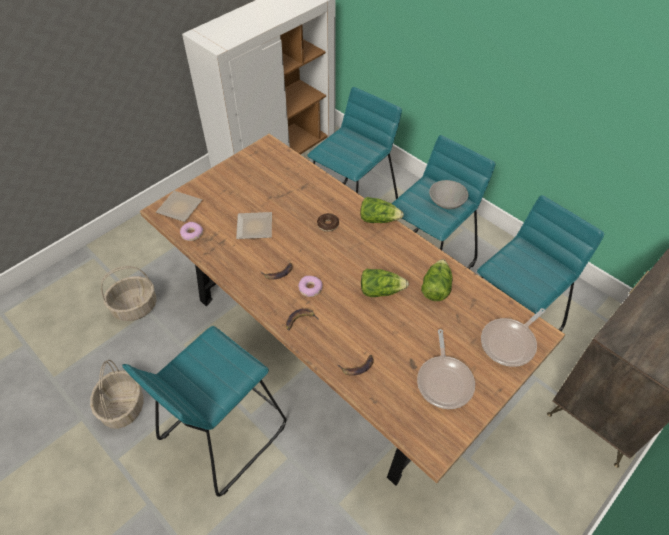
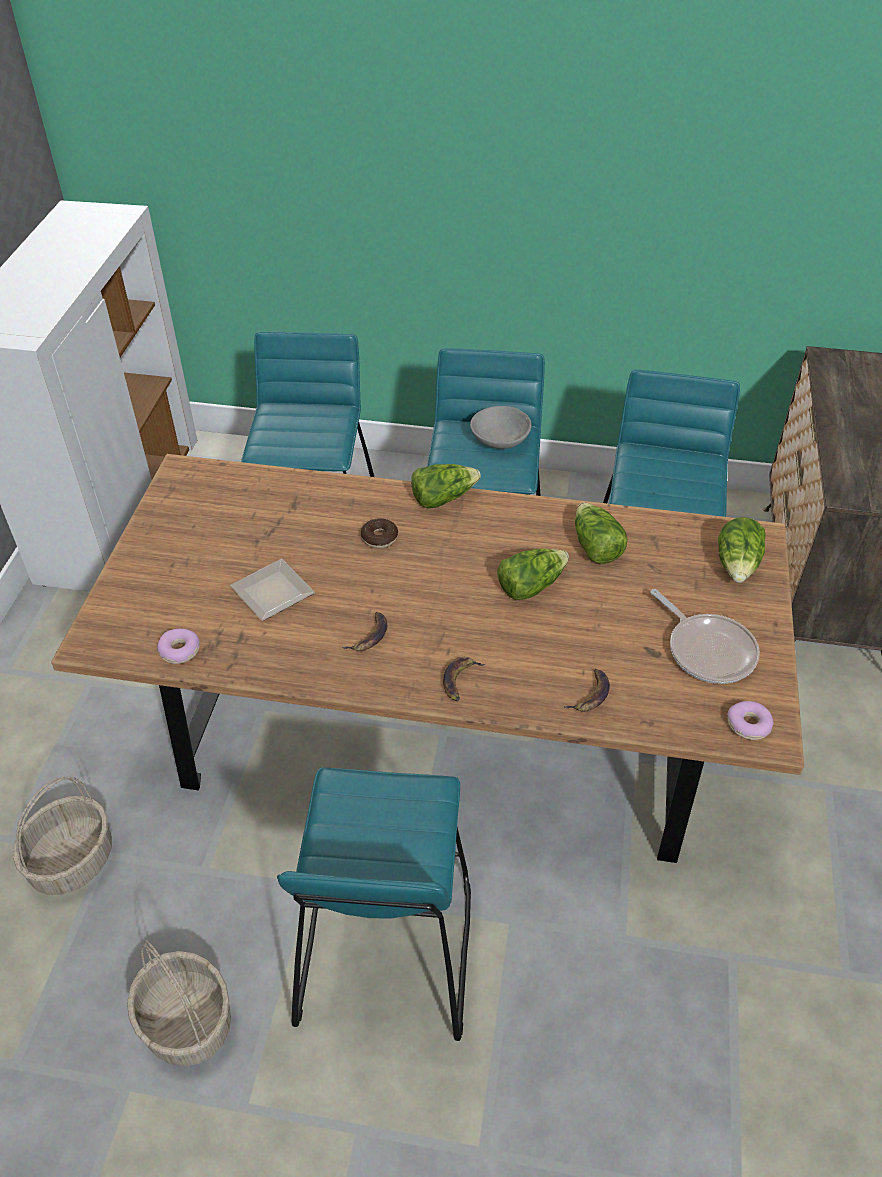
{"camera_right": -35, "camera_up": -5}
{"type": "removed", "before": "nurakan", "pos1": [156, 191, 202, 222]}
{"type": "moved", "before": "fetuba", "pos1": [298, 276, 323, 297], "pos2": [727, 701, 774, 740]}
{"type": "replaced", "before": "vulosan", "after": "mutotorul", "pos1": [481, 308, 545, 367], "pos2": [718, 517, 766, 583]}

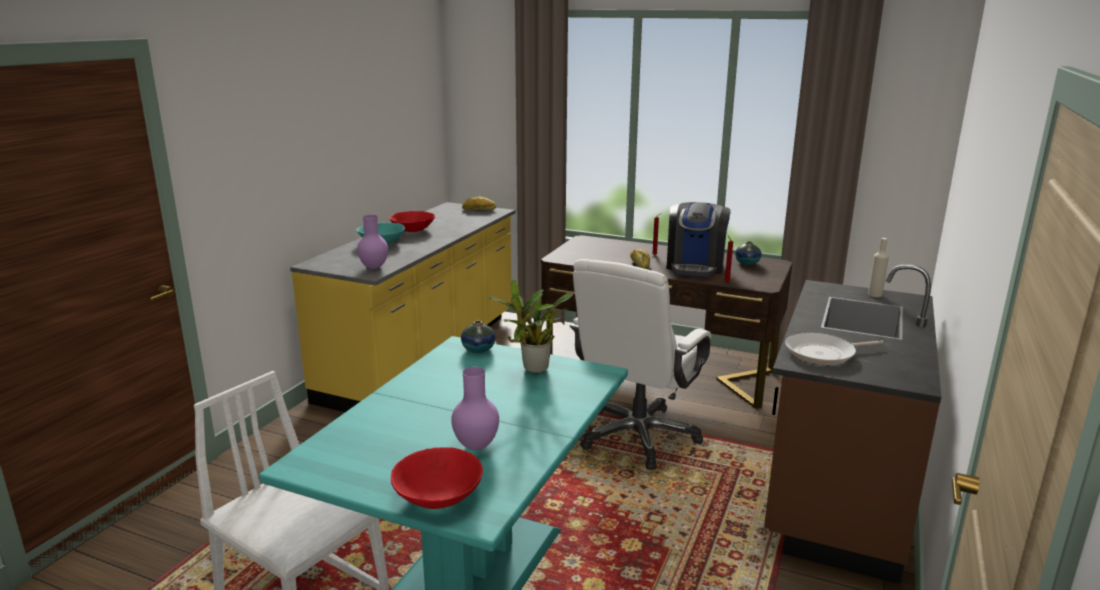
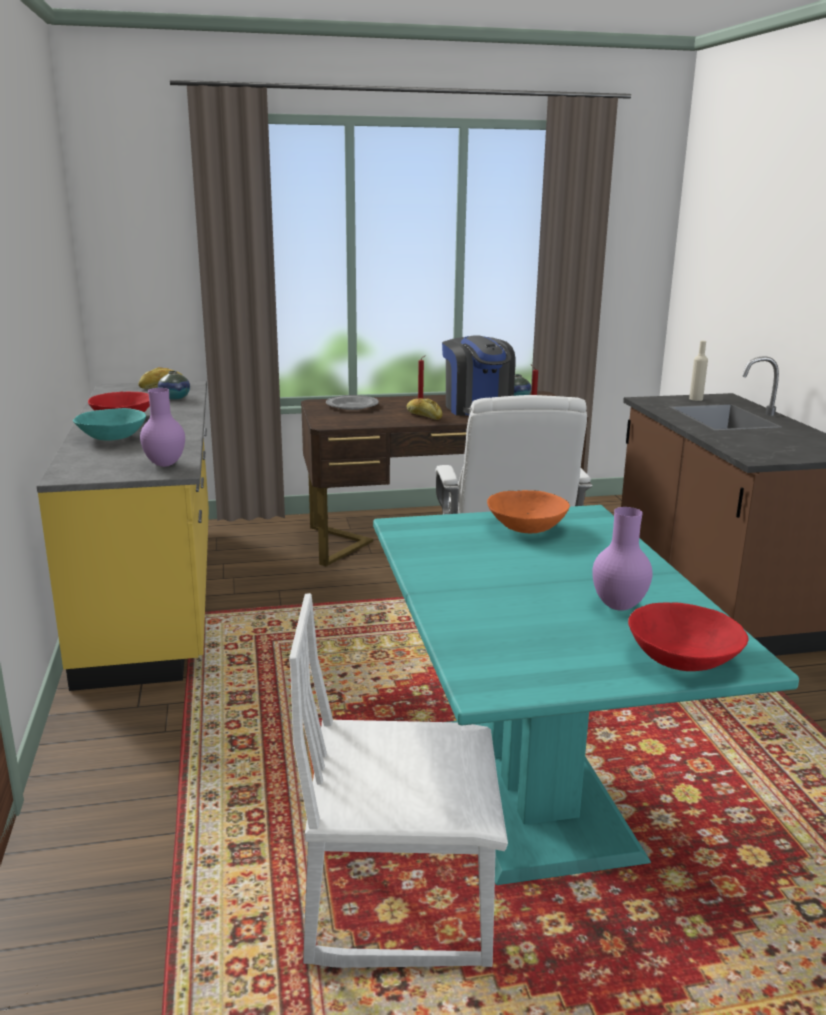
{"camera_right": -35, "camera_up": 0}
{"type": "replaced", "before": "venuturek", "after": "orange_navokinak", "pos1": [488, 279, 573, 374], "pos2": [487, 490, 570, 533]}
{"type": "moved", "before": "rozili", "pos1": [461, 321, 496, 353], "pos2": [158, 371, 190, 400]}
{"type": "removed", "before": "vulosan", "pos1": [785, 333, 884, 365]}
{"type": "added", "after": "grey_nurakan", "pos2": [326, 395, 379, 410]}

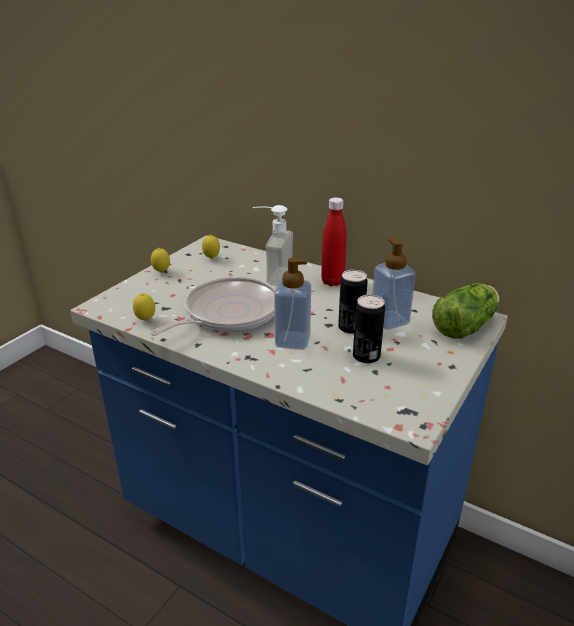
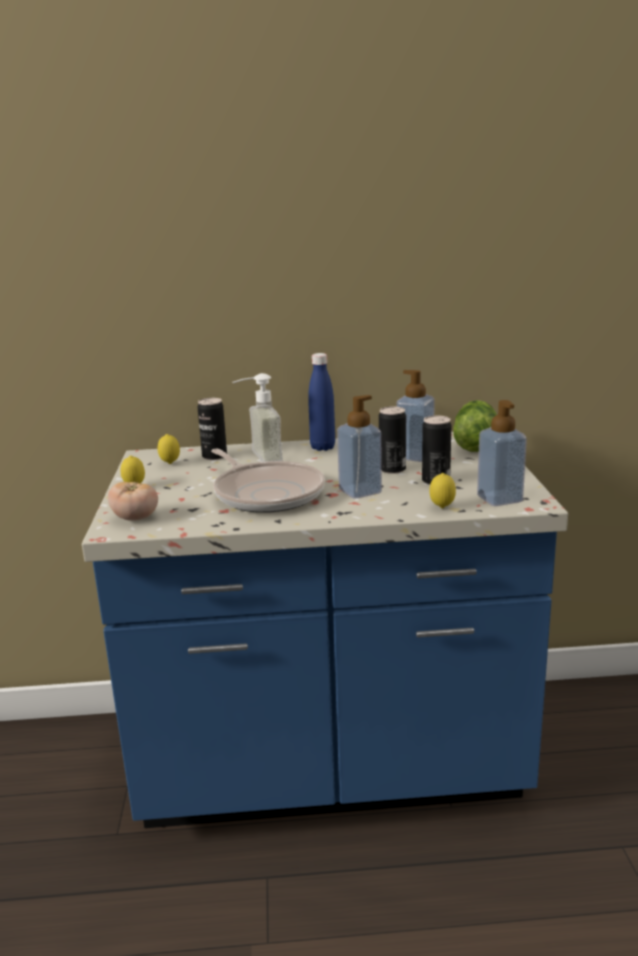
{"camera_right": -35, "camera_up": -10}
{"type": "recoloured", "before": "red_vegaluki", "after": "blue_vegaluki", "pos1": [321, 197, 347, 286], "pos2": [308, 353, 335, 451]}
{"type": "turned", "before": "vulosan", "pos1": [150, 277, 276, 336], "pos2": [211, 449, 325, 513], "turn": 135}
{"type": "moved", "before": "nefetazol", "pos1": [133, 293, 155, 321], "pos2": [429, 473, 456, 508]}
{"type": "added", "after": "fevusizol", "pos2": [197, 398, 227, 460]}
{"type": "added", "after": "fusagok", "pos2": [477, 400, 527, 506]}
{"type": "added", "after": "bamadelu", "pos2": [108, 482, 158, 521]}

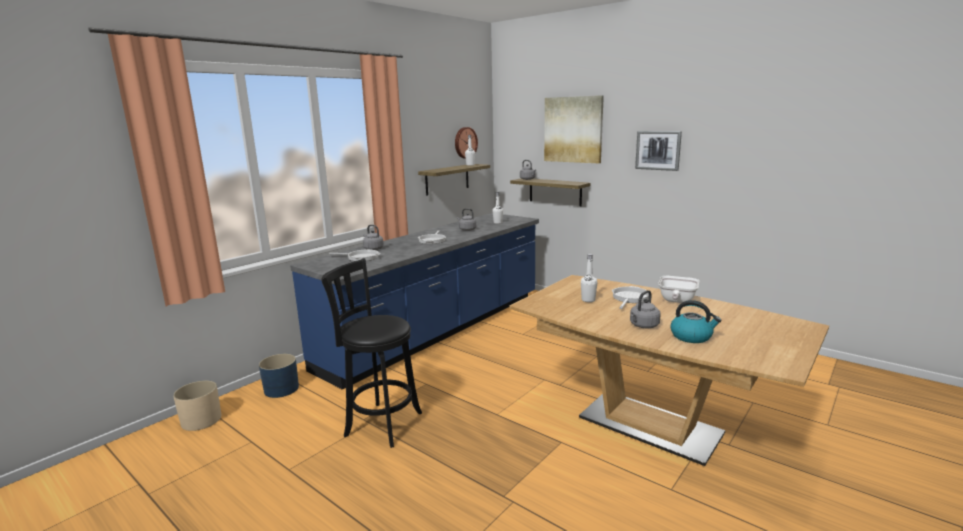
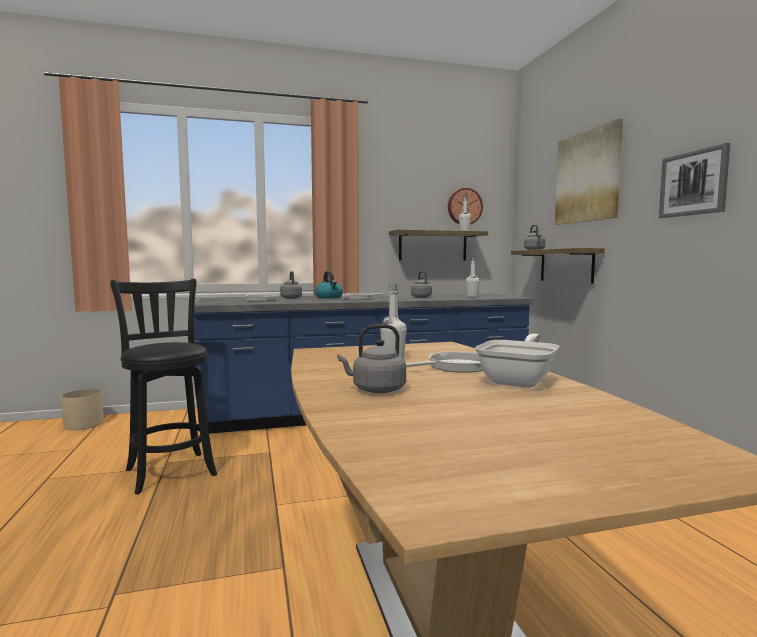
{"camera_right": 35, "camera_up": -10}
{"type": "turned", "before": "vulosan", "pos1": [658, 276, 699, 303], "pos2": [475, 334, 559, 388], "turn": 150}
{"type": "moved", "before": "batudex", "pos1": [671, 300, 721, 343], "pos2": [315, 271, 343, 299]}
{"type": "removed", "before": "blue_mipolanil", "pos1": [259, 354, 299, 398]}

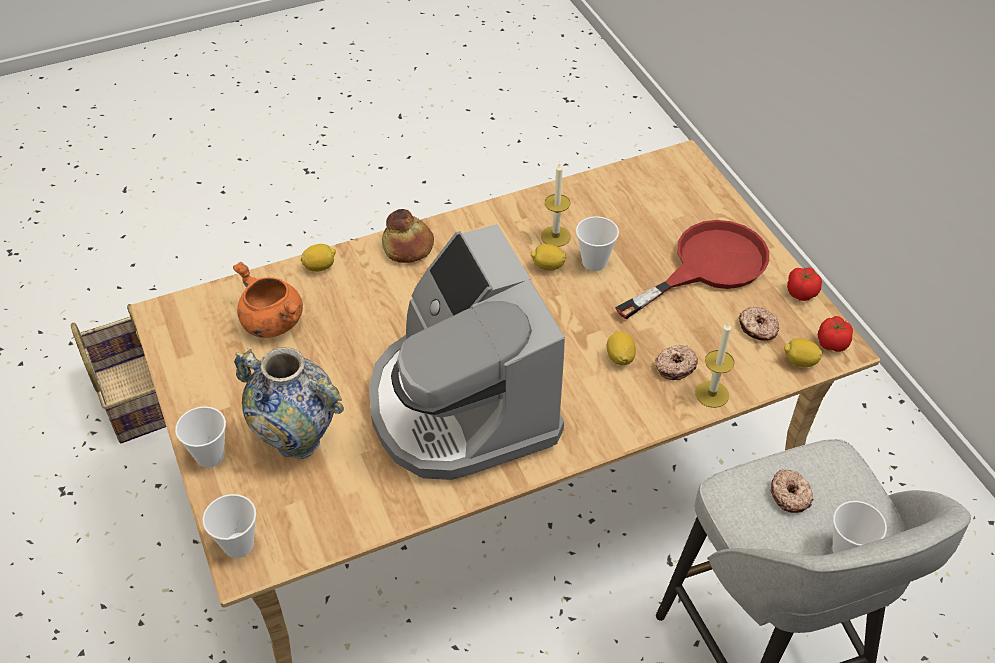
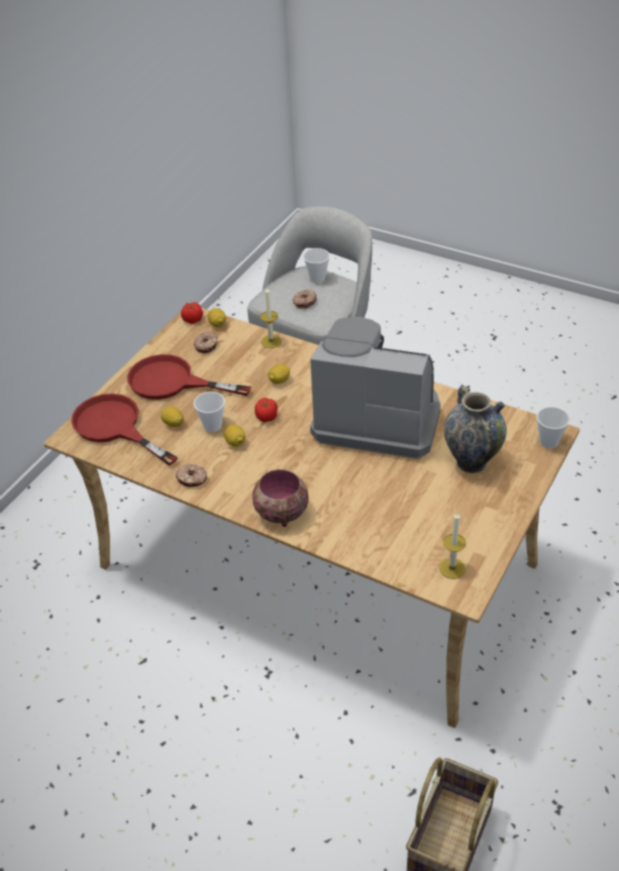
{"camera_right": -125, "camera_up": -5}
{"type": "moved", "before": "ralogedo", "pos1": [541, 162, 570, 247], "pos2": [439, 512, 466, 579]}
{"type": "replaced", "before": "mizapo", "after": "navokinak", "pos1": [382, 209, 434, 263], "pos2": [253, 469, 308, 527]}
{"type": "turned", "before": "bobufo", "pos1": [369, 224, 565, 480], "pos2": [310, 317, 441, 459], "turn": -105}
{"type": "moved", "before": "nefetazol", "pos1": [301, 244, 336, 272], "pos2": [161, 406, 184, 427]}
{"type": "removed", "before": "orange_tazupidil", "pos1": [233, 262, 303, 338]}
{"type": "moved", "before": "bamadelu", "pos1": [787, 268, 822, 301], "pos2": [255, 398, 278, 422]}
{"type": "moved", "before": "fetuba", "pos1": [655, 345, 698, 380], "pos2": [175, 464, 207, 487]}
{"type": "removed", "before": "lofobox", "pos1": [175, 406, 226, 468]}
{"type": "added", "after": "red_vulosan", "pos2": [71, 393, 178, 466]}

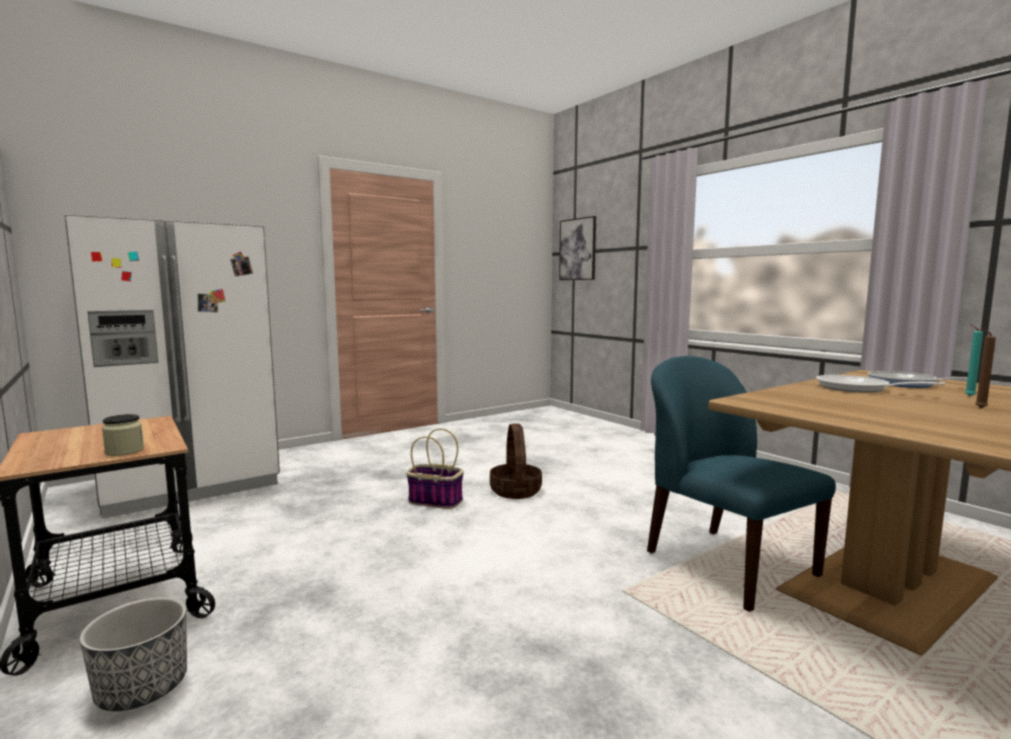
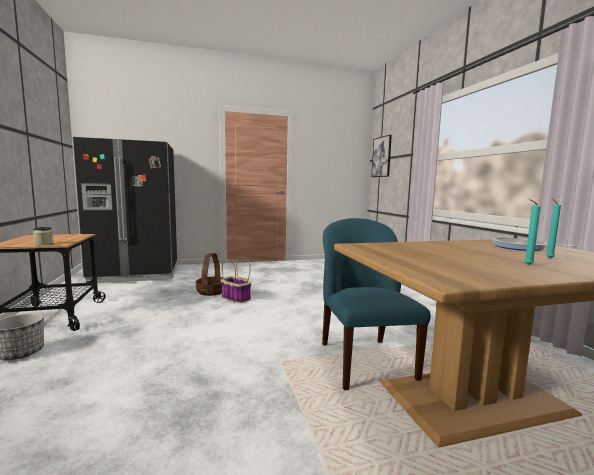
{"camera_right": 20, "camera_up": 0}
{"type": "recoloured", "before": "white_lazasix", "after": "black_lazasix", "pos1": [65, 215, 280, 519], "pos2": [72, 137, 177, 283]}
{"type": "recoloured", "before": "brown_ralogedo", "after": "turquoise_ralogedo", "pos1": [975, 329, 996, 409], "pos2": [524, 199, 541, 265]}
{"type": "removed", "before": "vulosan", "pos1": [816, 375, 946, 393]}
{"type": "moved", "before": "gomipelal", "pos1": [490, 423, 542, 499], "pos2": [196, 253, 223, 296]}

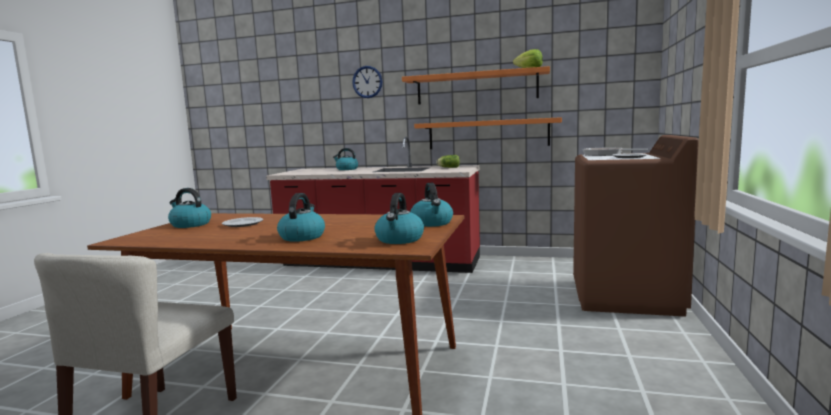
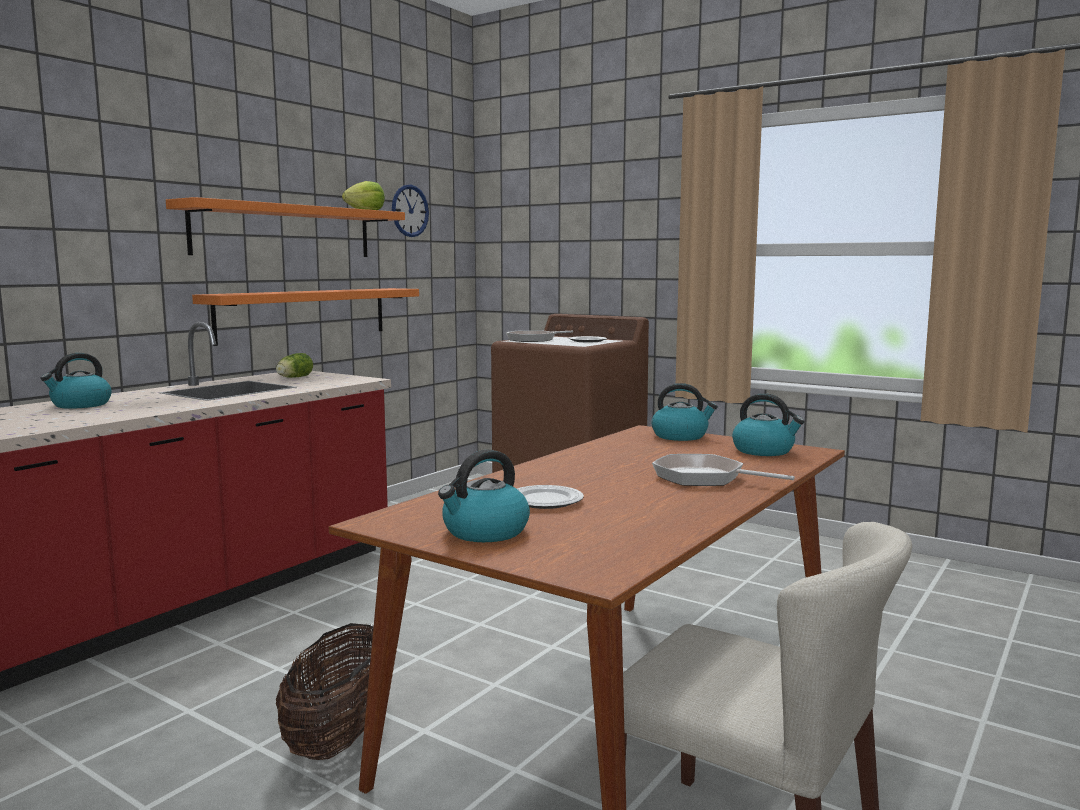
{"camera_right": -70, "camera_up": 0}
{"type": "moved", "before": "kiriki", "pos1": [352, 66, 383, 98], "pos2": [392, 185, 429, 237]}
{"type": "replaced", "before": "batudex", "after": "vulosan", "pos1": [277, 193, 325, 242], "pos2": [652, 454, 795, 486]}
{"type": "added", "after": "gomipelal", "pos2": [276, 623, 374, 760]}

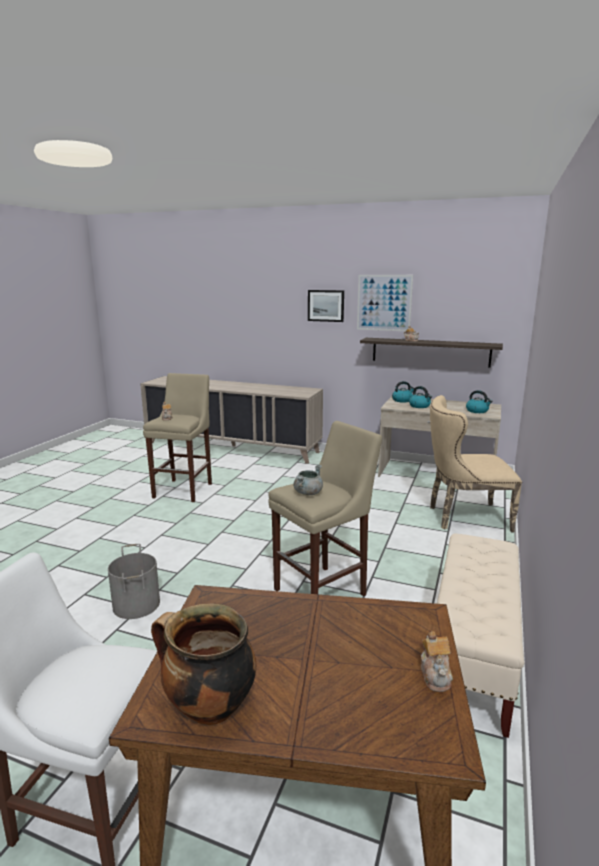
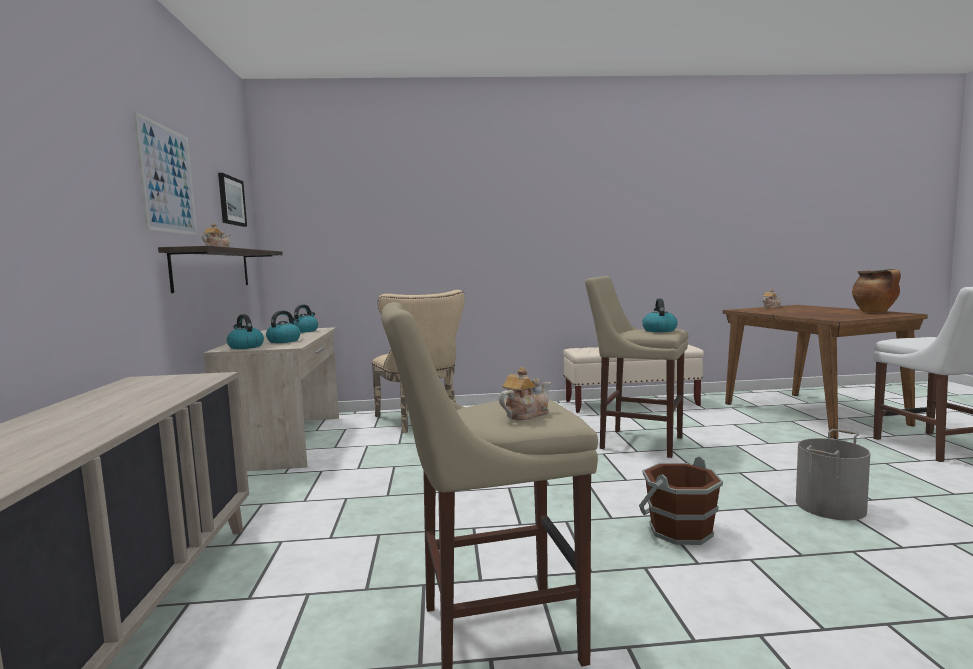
{"camera_right": -115, "camera_up": -10}
{"type": "moved", "before": "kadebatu", "pos1": [308, 290, 344, 322], "pos2": [218, 173, 247, 227]}
{"type": "replaced", "before": "grey_tazupidil", "after": "batudex", "pos1": [293, 464, 323, 495], "pos2": [642, 299, 678, 332]}
{"type": "added", "after": "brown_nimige", "pos2": [639, 456, 723, 545]}

